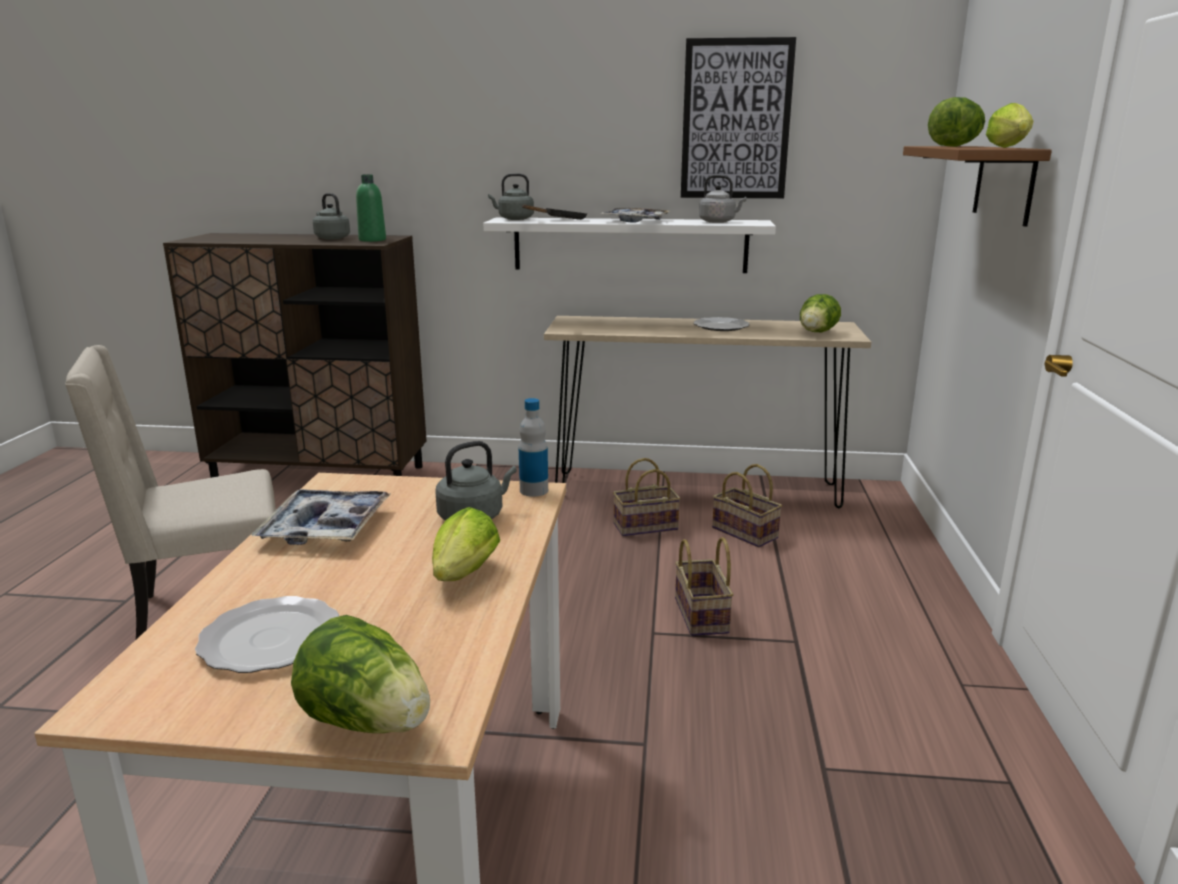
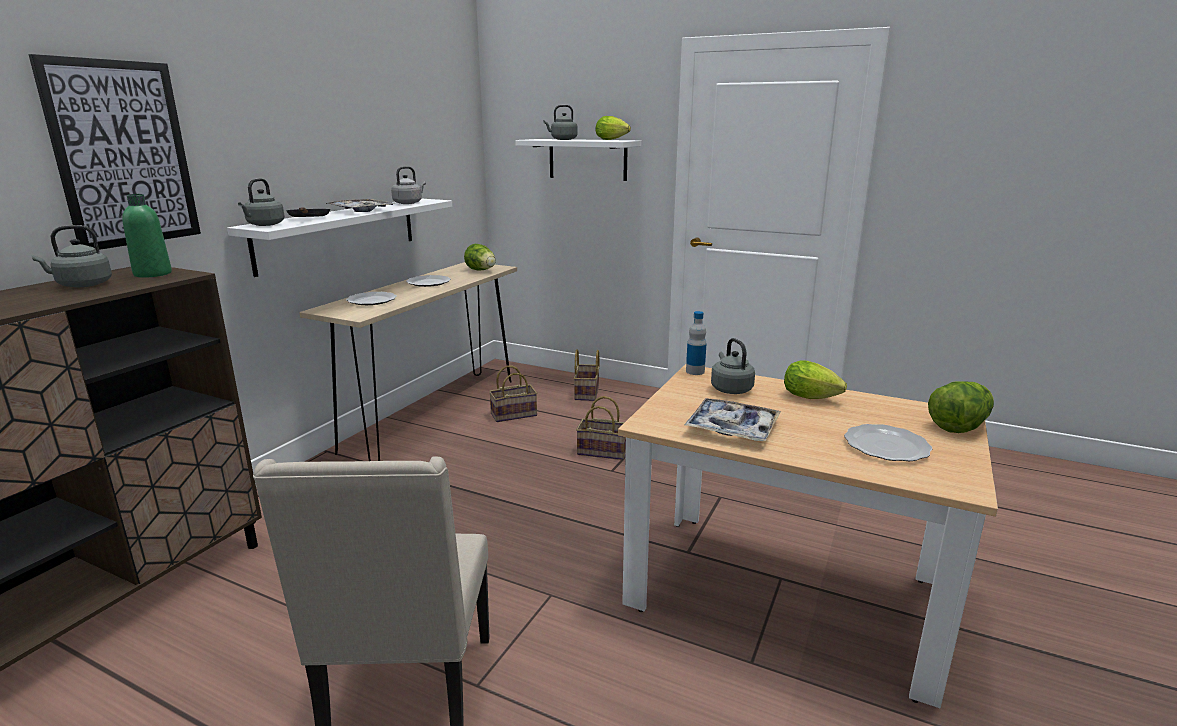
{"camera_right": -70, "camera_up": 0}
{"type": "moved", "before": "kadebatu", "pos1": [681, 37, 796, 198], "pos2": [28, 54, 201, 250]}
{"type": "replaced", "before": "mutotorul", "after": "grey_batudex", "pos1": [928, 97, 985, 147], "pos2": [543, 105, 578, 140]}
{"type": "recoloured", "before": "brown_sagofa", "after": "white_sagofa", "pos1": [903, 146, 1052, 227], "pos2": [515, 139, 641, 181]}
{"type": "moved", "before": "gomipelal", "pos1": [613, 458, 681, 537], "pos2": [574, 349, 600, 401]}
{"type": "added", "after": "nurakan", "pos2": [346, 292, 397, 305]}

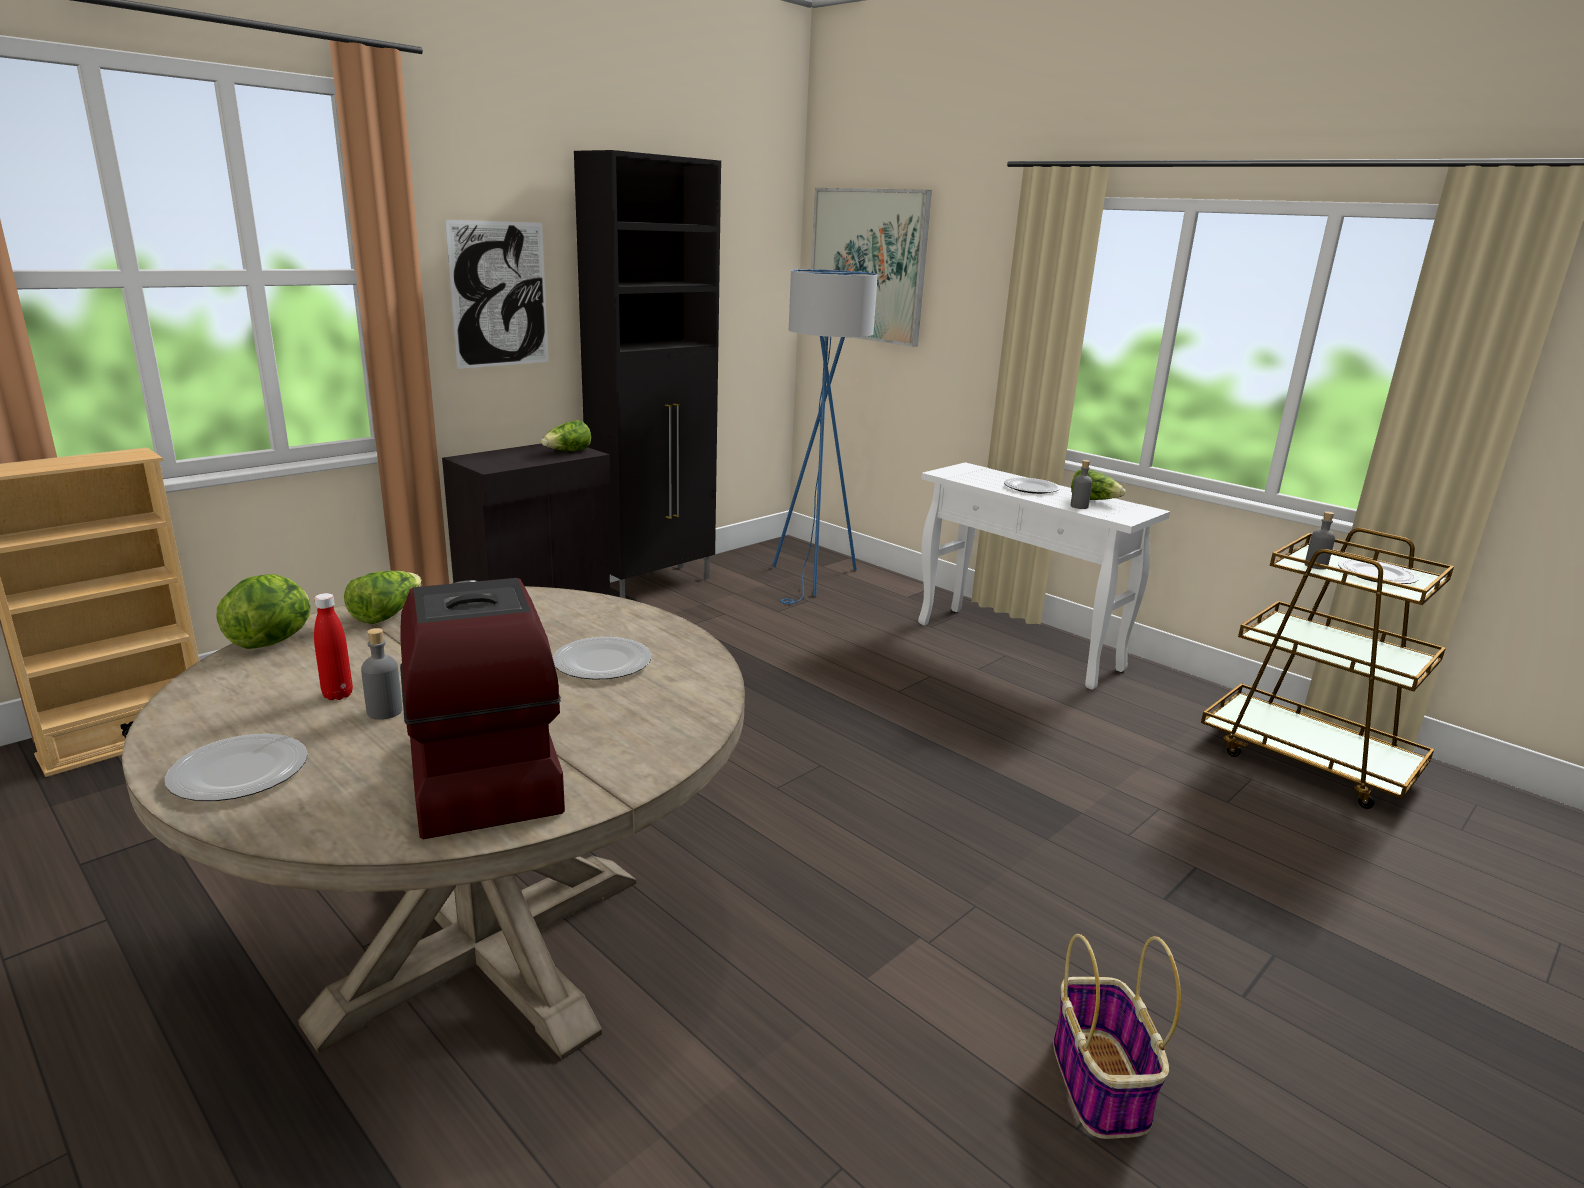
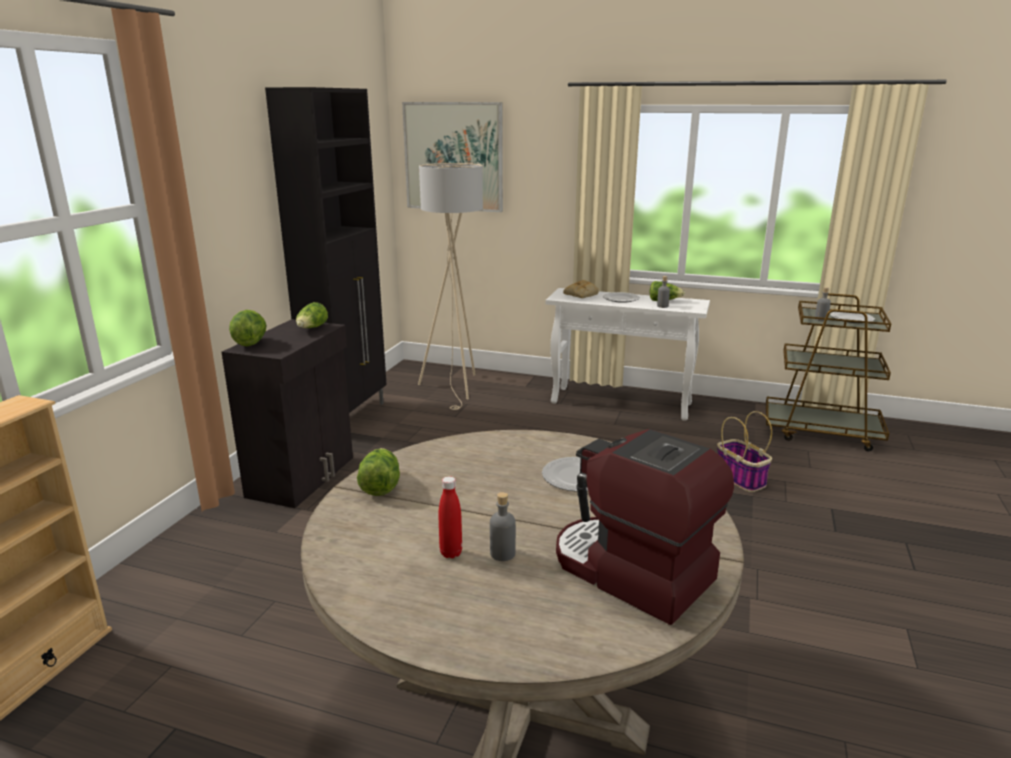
{"camera_right": -25, "camera_up": 0}
{"type": "removed", "before": "kadebatu", "pos1": [445, 220, 549, 369]}
{"type": "recoloured", "before": "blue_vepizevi", "after": "beige_vepizevi", "pos1": [773, 269, 878, 604], "pos2": [418, 163, 483, 410]}
{"type": "moved", "before": "mutotorul", "pos1": [216, 574, 311, 649], "pos2": [229, 310, 267, 346]}
{"type": "removed", "before": "nurakan", "pos1": [165, 734, 308, 801]}
{"type": "moved", "before": "gomipelal", "pos1": [1053, 934, 1181, 1139], "pos2": [717, 411, 772, 492]}
{"type": "added", "after": "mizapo", "pos2": [563, 280, 599, 298]}

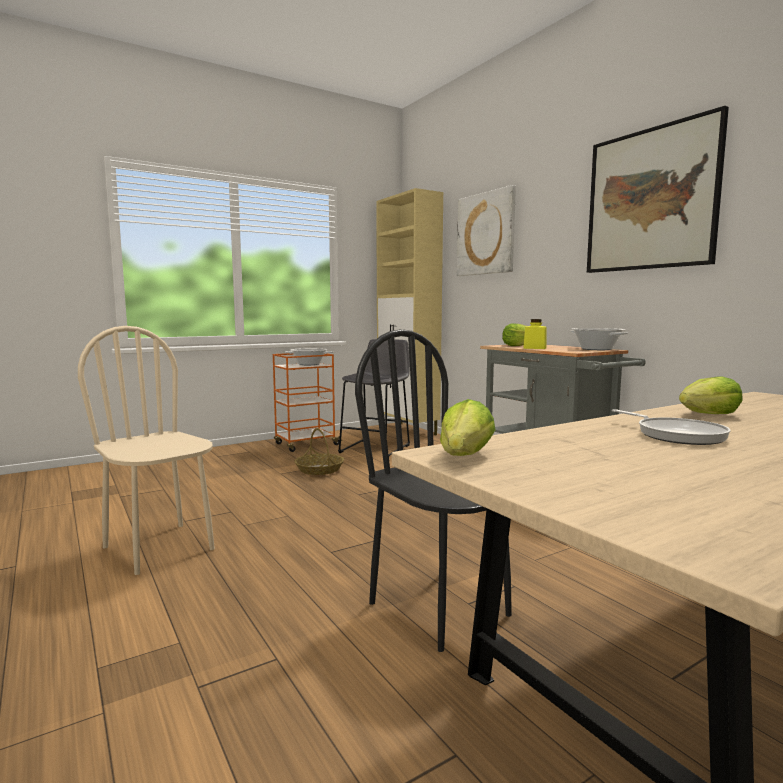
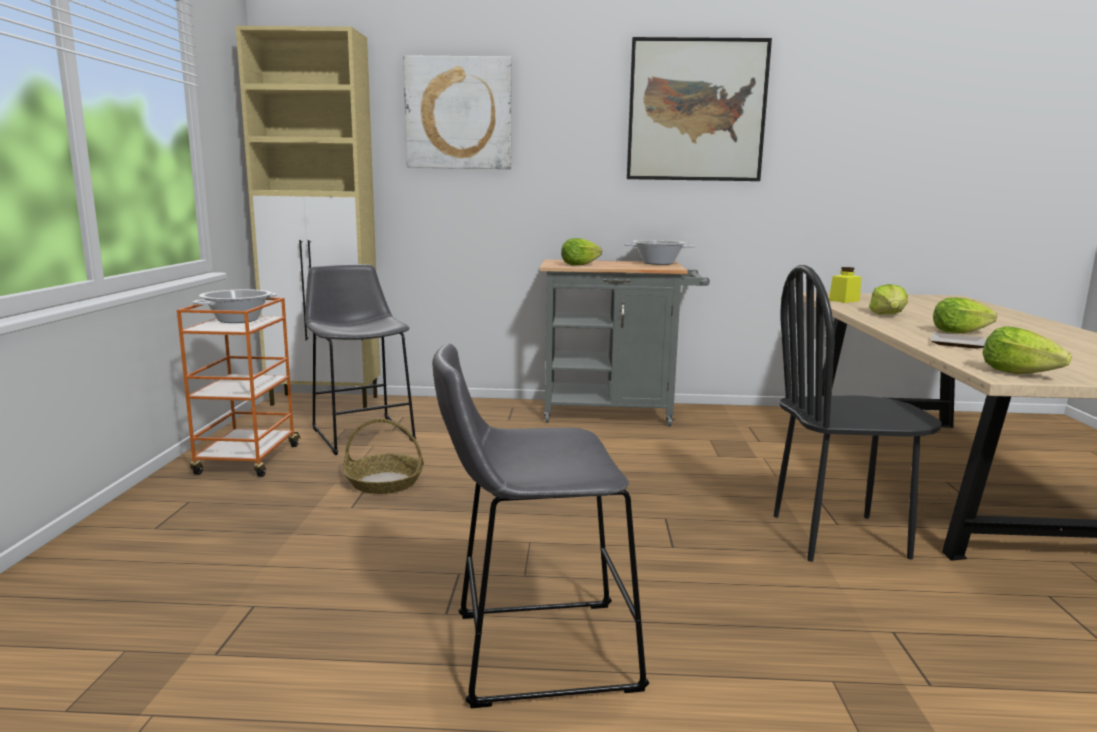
{"camera_right": -55, "camera_up": 5}
{"type": "moved", "before": "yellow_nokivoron", "pos1": [523, 319, 547, 349], "pos2": [829, 267, 861, 303]}
{"type": "replaced", "before": "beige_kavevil", "after": "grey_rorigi", "pos1": [78, 326, 215, 575], "pos2": [432, 343, 649, 708]}
{"type": "replaced", "before": "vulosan", "after": "mutotorul", "pos1": [612, 409, 731, 445], "pos2": [933, 298, 997, 333]}
{"type": "added", "after": "nurakan", "pos2": [931, 333, 986, 349]}

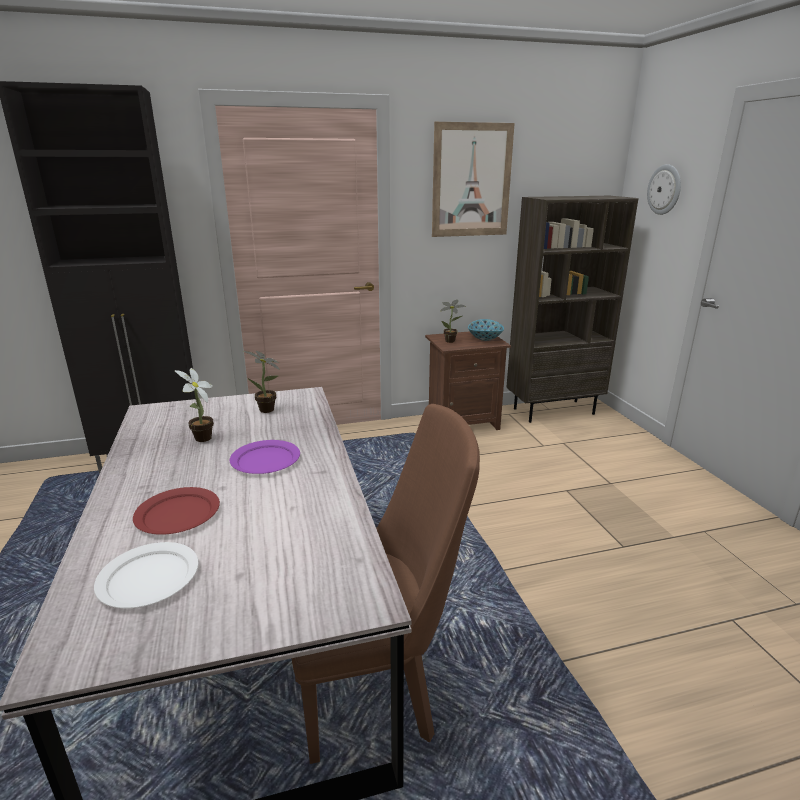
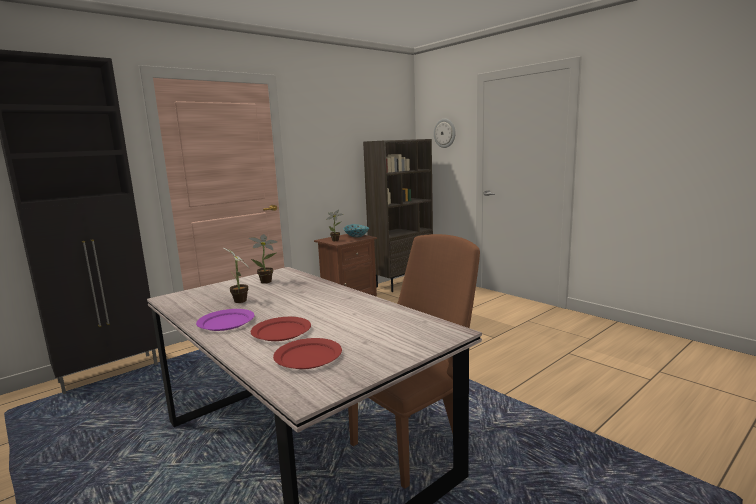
{"camera_right": -25, "camera_up": -10}
{"type": "removed", "before": "kadebatu", "pos1": [432, 122, 515, 237]}
{"type": "moved", "before": "purple_nurakan", "pos1": [230, 440, 300, 474], "pos2": [196, 309, 255, 331]}
{"type": "recoloured", "before": "white_nurakan", "after": "red_nurakan", "pos1": [94, 542, 199, 608], "pos2": [273, 338, 342, 369]}

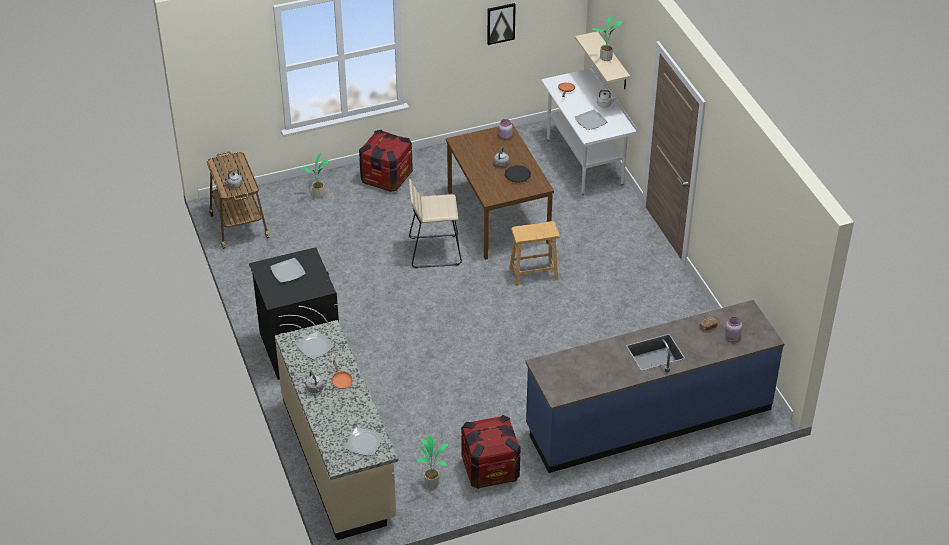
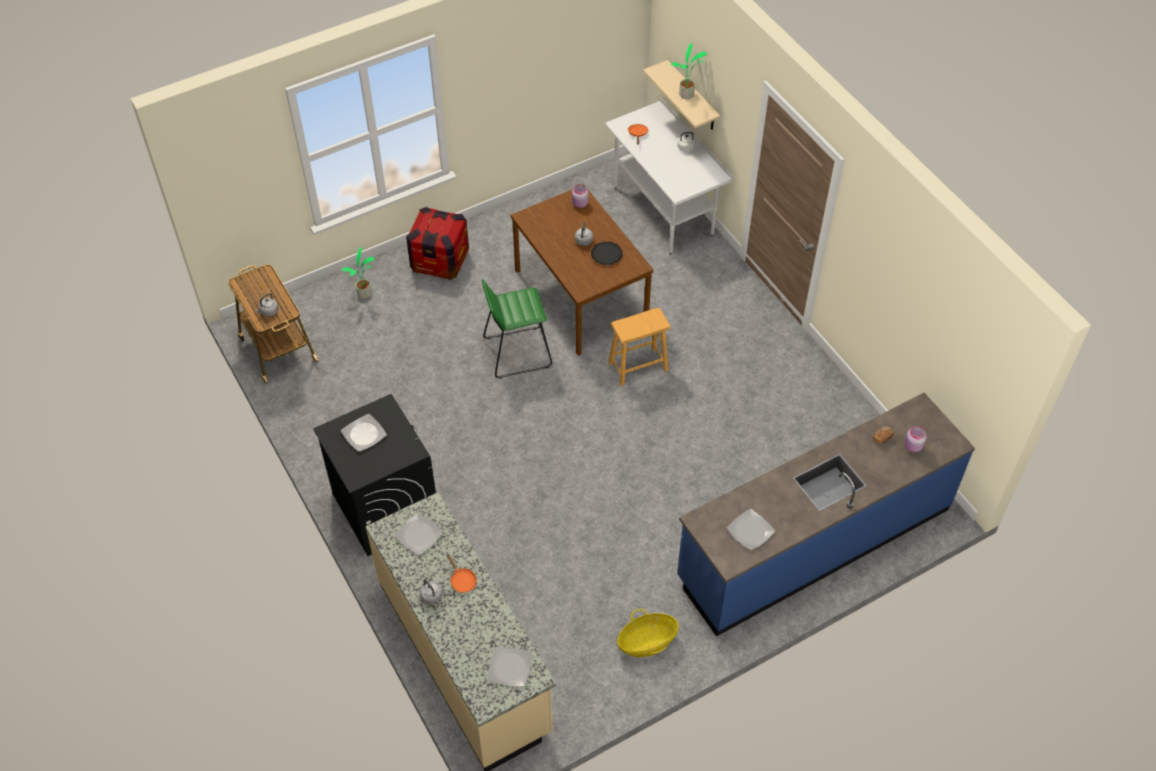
{"camera_right": -10, "camera_up": 10}
{"type": "removed", "before": "kadebatu", "pos1": [487, 3, 516, 45]}
{"type": "moved", "before": "nurakan", "pos1": [574, 110, 607, 130], "pos2": [726, 509, 775, 551]}
{"type": "recoloured", "before": "beige_rorigi", "after": "green_rorigi", "pos1": [409, 179, 462, 268], "pos2": [482, 279, 552, 379]}
{"type": "replaced", "before": "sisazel", "after": "gomipelal", "pos1": [461, 415, 521, 489], "pos2": [617, 609, 679, 657]}
{"type": "removed", "before": "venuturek", "pos1": [416, 435, 448, 488]}

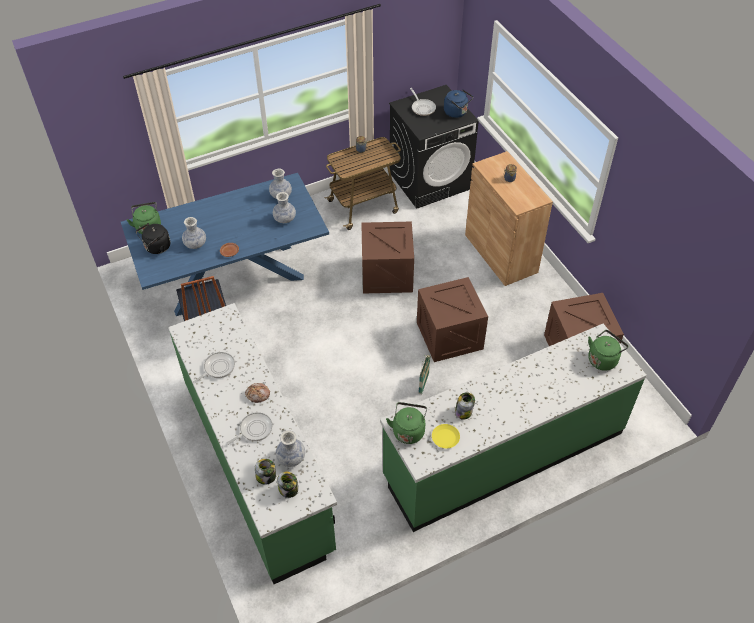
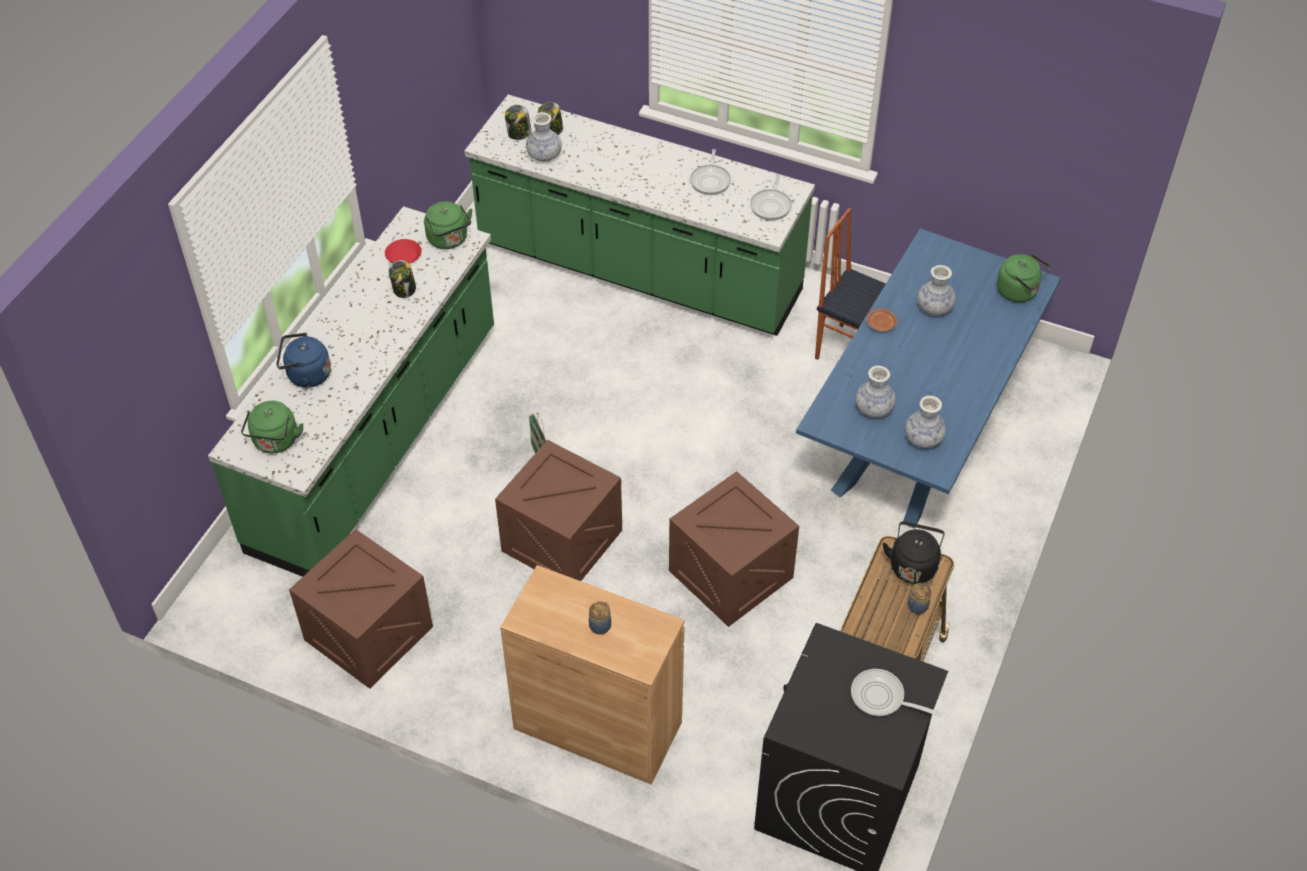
{"camera_right": 140, "camera_up": 0}
{"type": "moved", "before": "blue_batudex", "pos1": [444, 90, 473, 118], "pos2": [276, 333, 331, 388]}
{"type": "moved", "before": "black_batudex", "pos1": [136, 223, 170, 254], "pos2": [883, 521, 945, 584]}
{"type": "removed", "before": "mizapo", "pos1": [245, 383, 270, 403]}
{"type": "moved", "before": "vulosan", "pos1": [227, 412, 273, 445], "pos2": [750, 174, 792, 221]}
{"type": "recoloured", "before": "yellow_nurakan", "after": "red_nurakan", "pos1": [432, 424, 460, 448], "pos2": [385, 239, 421, 264]}

